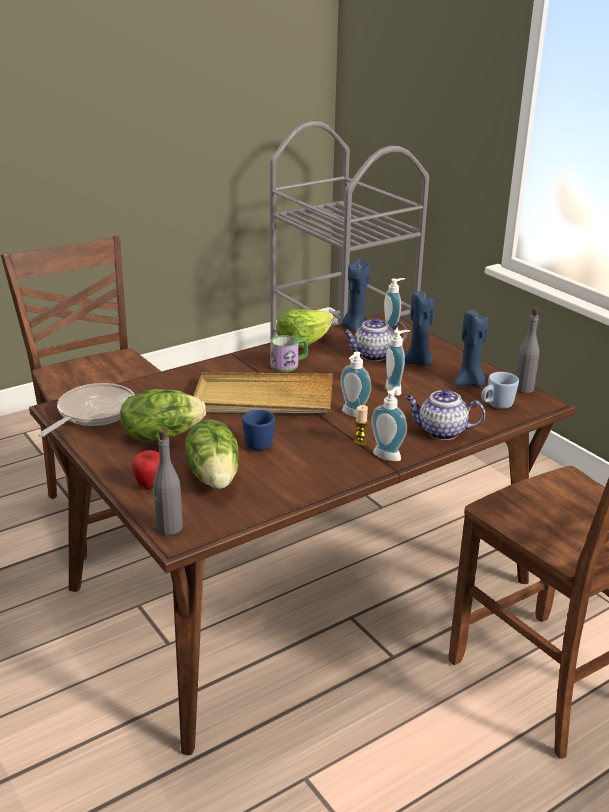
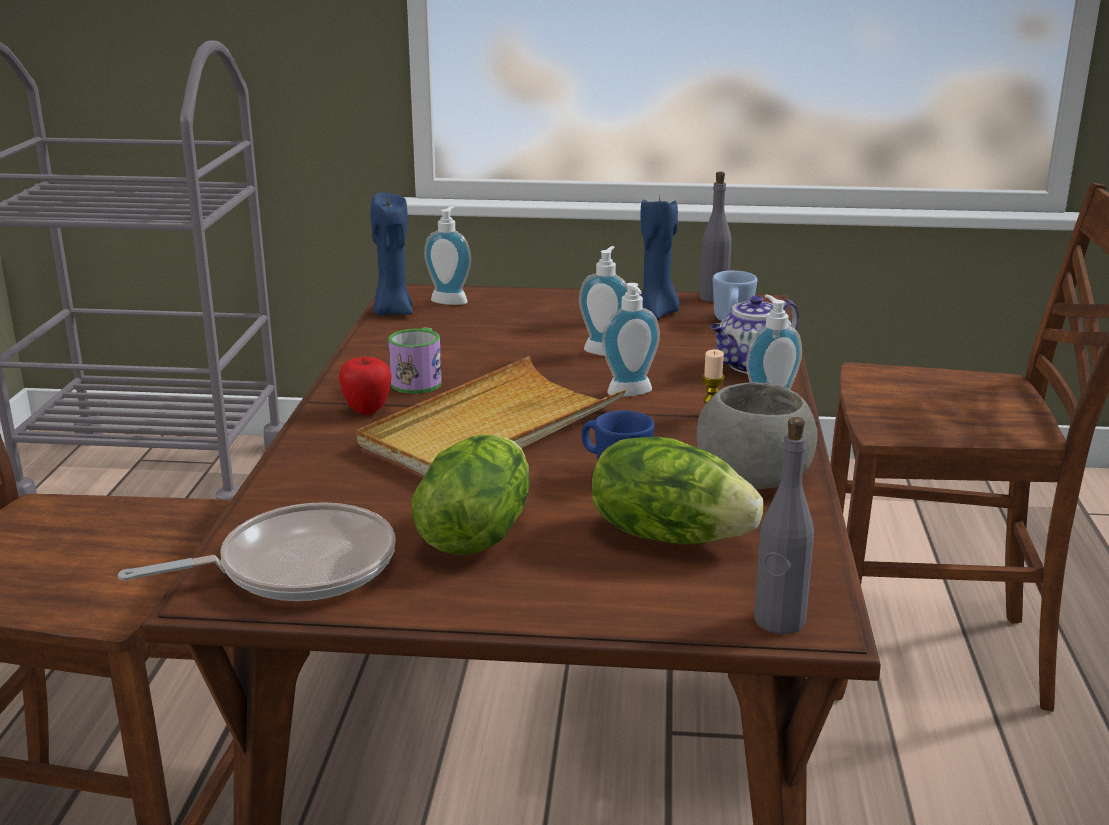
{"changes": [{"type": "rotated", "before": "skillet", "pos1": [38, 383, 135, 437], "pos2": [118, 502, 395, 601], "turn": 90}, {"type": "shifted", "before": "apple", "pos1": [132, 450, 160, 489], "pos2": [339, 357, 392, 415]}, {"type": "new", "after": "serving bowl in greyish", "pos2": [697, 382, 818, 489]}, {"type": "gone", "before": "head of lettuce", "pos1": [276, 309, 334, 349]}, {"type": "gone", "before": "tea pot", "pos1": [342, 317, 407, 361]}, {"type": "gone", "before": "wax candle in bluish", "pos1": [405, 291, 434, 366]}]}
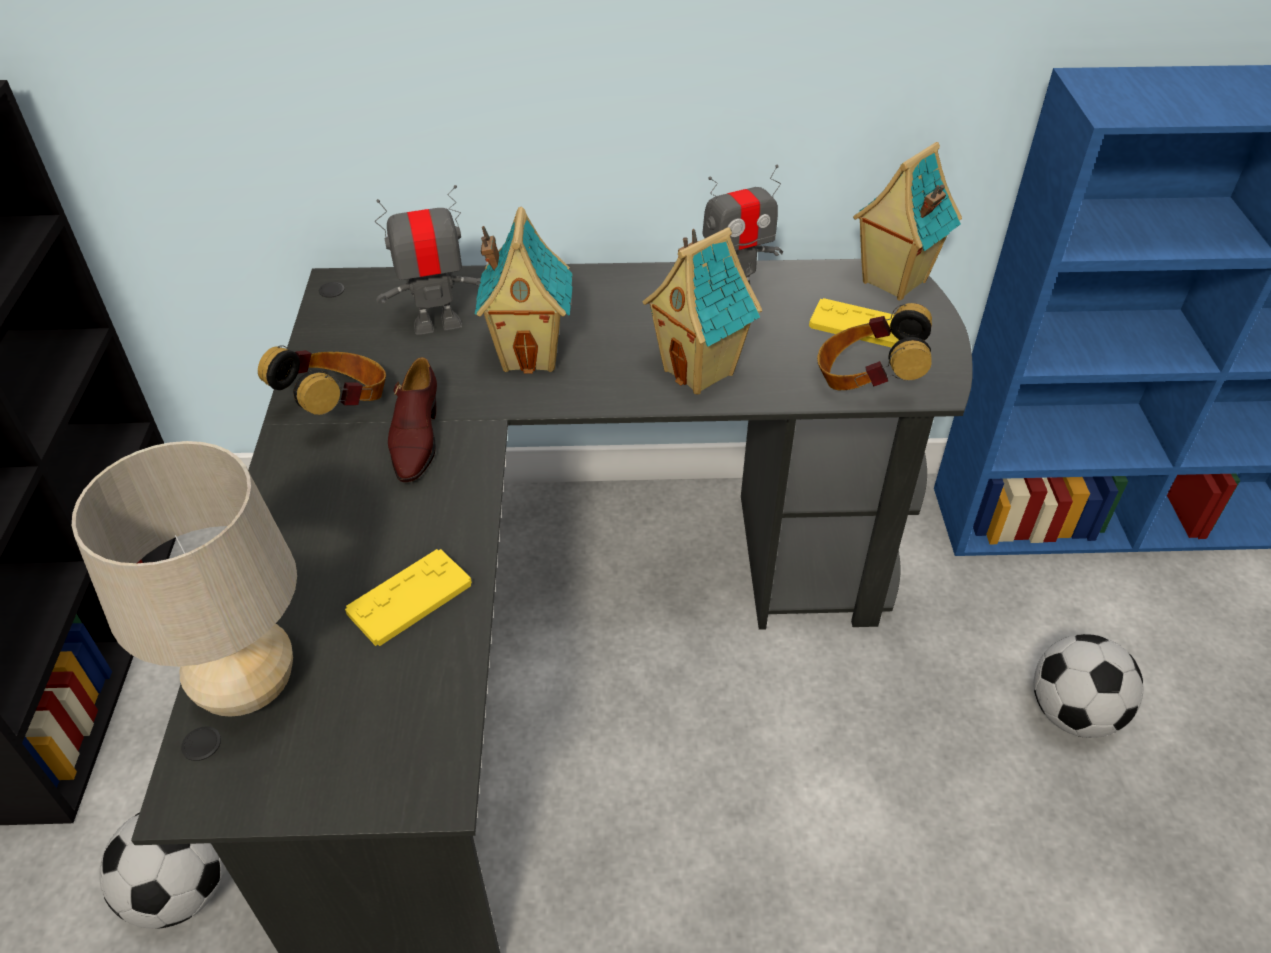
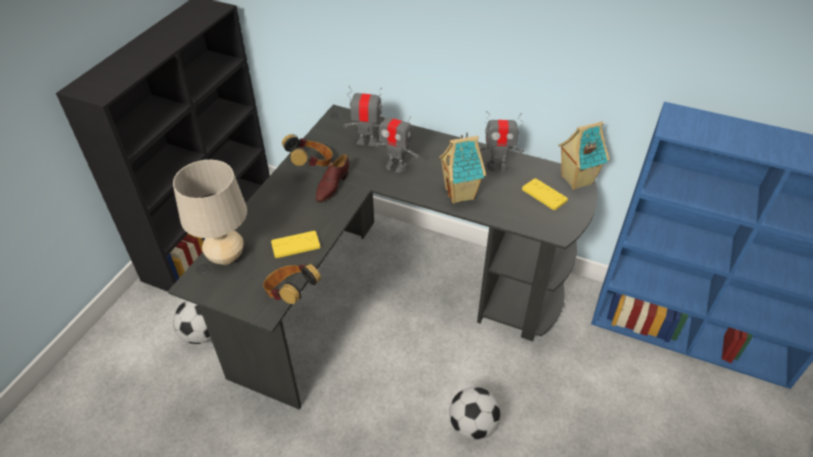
{"changes": [{"type": "shifted", "before": "headset", "pos1": [817, 303, 932, 390], "pos2": [263, 264, 321, 304]}, {"type": "swapped", "before": "model house", "after": "model robot", "pos1": [475, 207, 573, 374], "pos2": [374, 107, 420, 173]}, {"type": "shifted", "before": "football ball", "pos1": [1034, 634, 1144, 738], "pos2": [449, 387, 501, 440]}]}
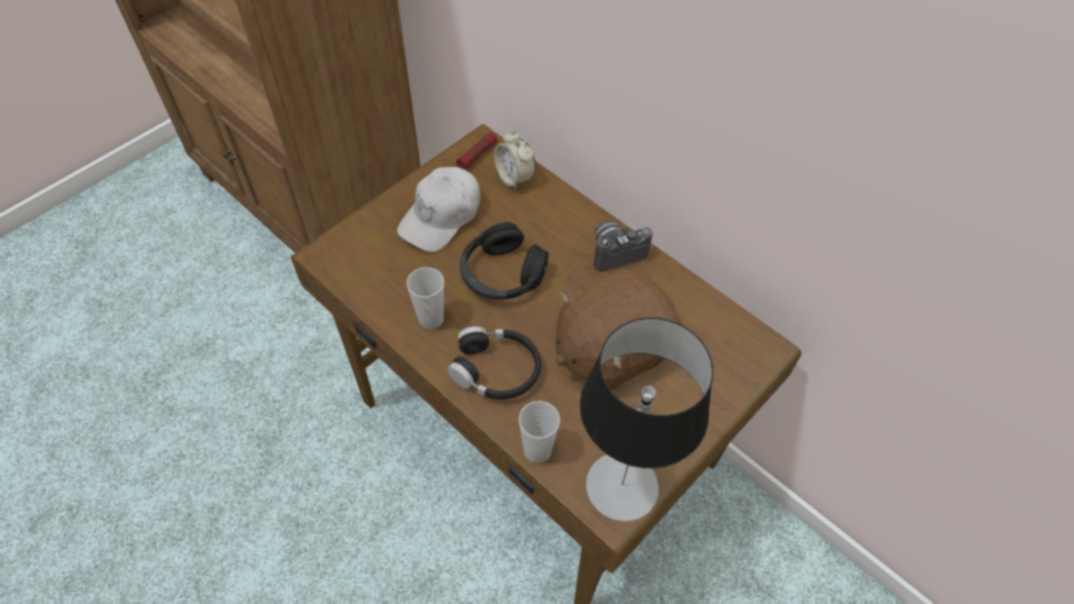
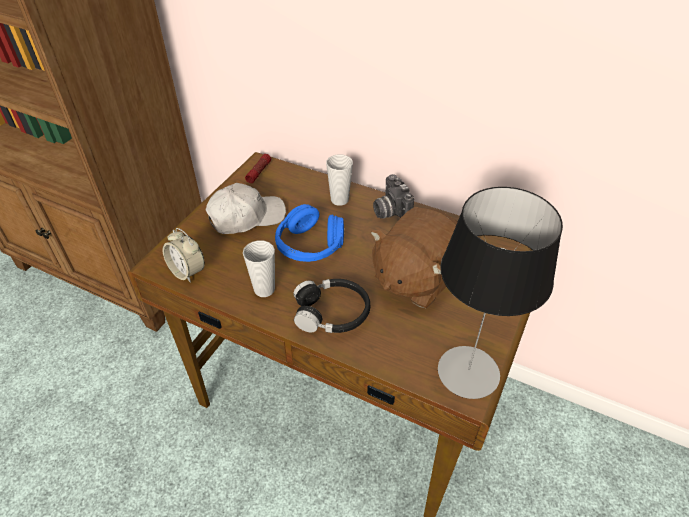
{"changes": [{"type": "shifted", "before": "table clock", "pos1": [494, 130, 535, 190], "pos2": [163, 228, 205, 283]}, {"type": "rotated", "before": "baseball cap in white", "pos1": [397, 167, 481, 252], "pos2": [206, 183, 286, 234], "turn": -135}, {"type": "repainted", "before": "headset in blackish", "after": "headset in bluish", "pos1": [460, 222, 549, 300], "pos2": [275, 204, 344, 262]}, {"type": "shifted", "before": "cup", "pos1": [519, 401, 560, 463], "pos2": [326, 154, 353, 206]}, {"type": "rotated", "before": "still camera", "pos1": [594, 220, 653, 272], "pos2": [373, 174, 414, 219], "turn": -75}]}
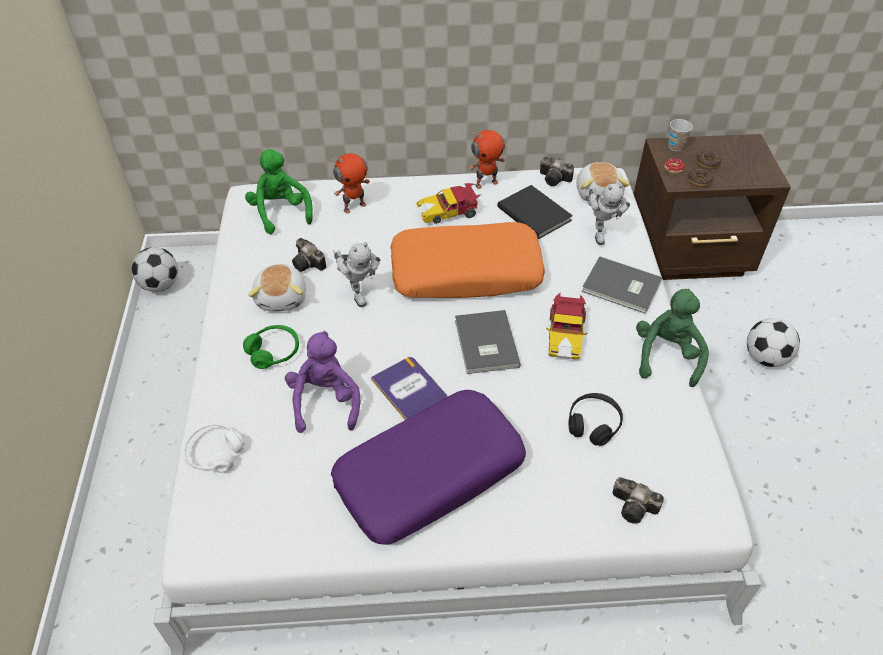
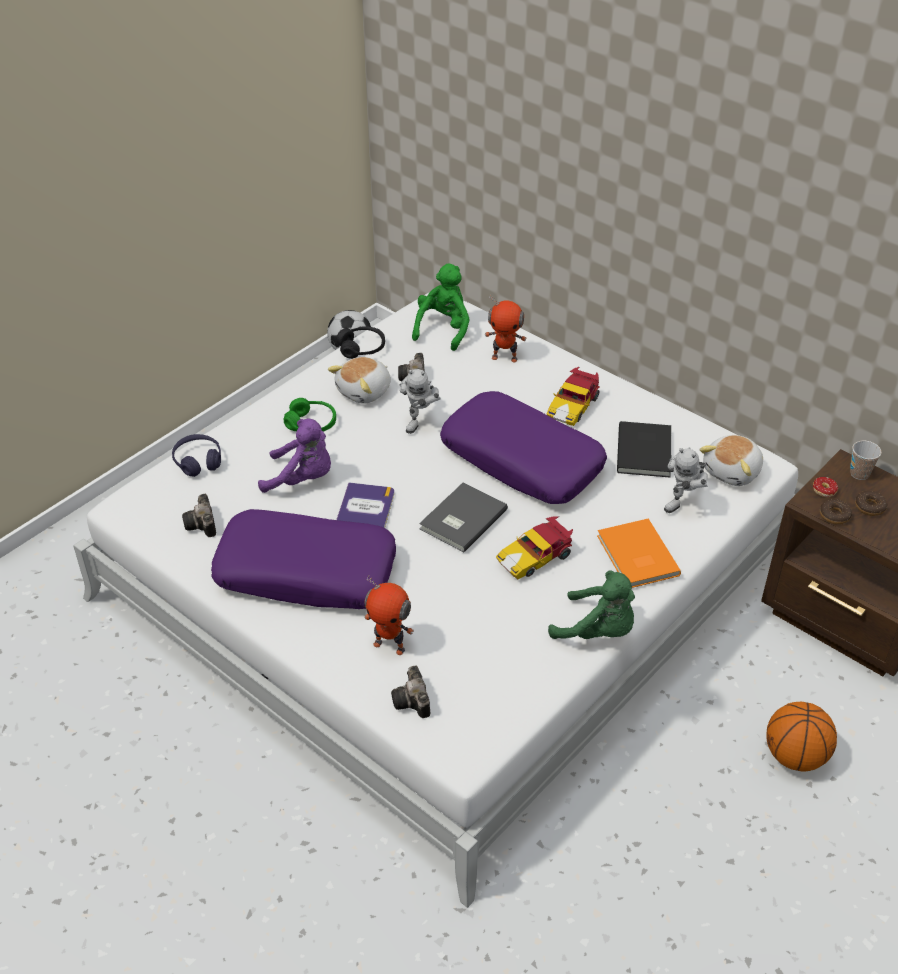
{"changes": [{"type": "repainted", "before": "headset in white", "after": "headset in purple", "pos1": [182, 423, 245, 473], "pos2": [172, 434, 221, 477]}, {"type": "shifted", "before": "still camera", "pos1": [540, 157, 574, 186], "pos2": [182, 494, 216, 537]}, {"type": "rotated", "before": "cuddly toy in purple", "pos1": [285, 331, 360, 433], "pos2": [258, 419, 331, 493], "turn": 60}, {"type": "shifted", "before": "headset in blackish", "pos1": [569, 393, 623, 446], "pos2": [337, 327, 385, 359]}, {"type": "shifted", "before": "model robot", "pos1": [469, 130, 505, 189], "pos2": [364, 575, 414, 655]}, {"type": "repainted", "before": "throw pillow in orange", "after": "throw pillow in purple", "pos1": [390, 222, 545, 298], "pos2": [440, 391, 607, 504]}, {"type": "rotated", "before": "toy car", "pos1": [416, 183, 480, 224], "pos2": [547, 367, 600, 426], "turn": -90}, {"type": "rotated", "before": "cuddly toy in green", "pos1": [636, 289, 709, 387], "pos2": [548, 571, 635, 639], "turn": 60}, {"type": "repainted", "before": "bound book in greyish", "after": "bound book in orange", "pos1": [582, 256, 662, 314], "pos2": [597, 518, 681, 588]}, {"type": "swapped", "before": "football ball", "after": "basketball", "pos1": [747, 318, 800, 367], "pos2": [766, 702, 837, 771]}]}
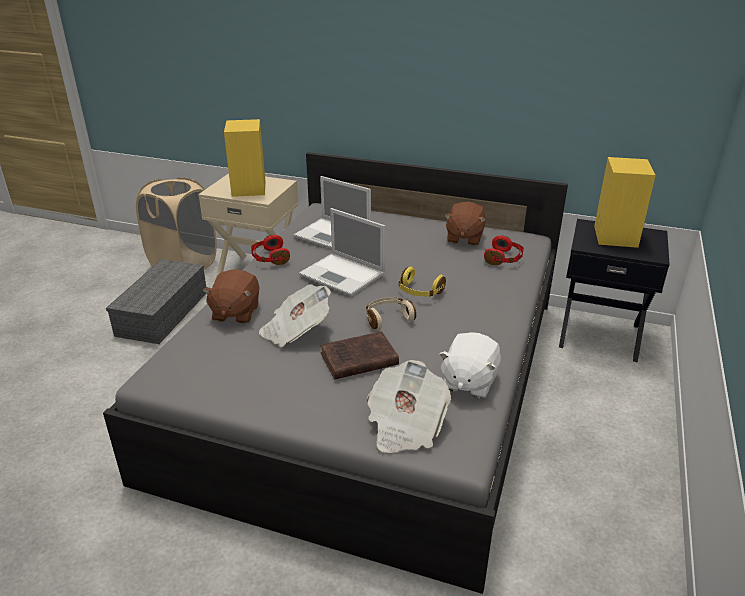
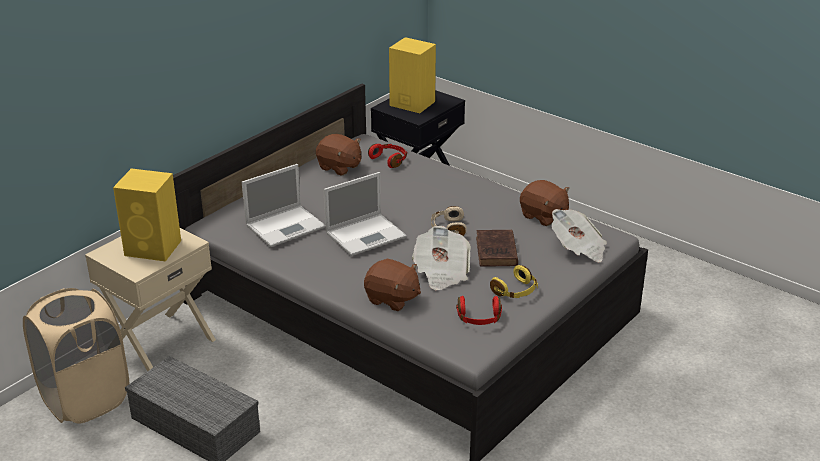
{"changes": [{"type": "shifted", "before": "headset in red", "pos1": [251, 235, 290, 265], "pos2": [456, 296, 502, 325]}, {"type": "shifted", "before": "headset in yellow", "pos1": [399, 267, 446, 297], "pos2": [490, 265, 538, 298]}, {"type": "repainted", "before": "cuddly toy in white", "after": "cuddly toy in brownish", "pos1": [439, 332, 501, 399], "pos2": [520, 180, 569, 226]}]}
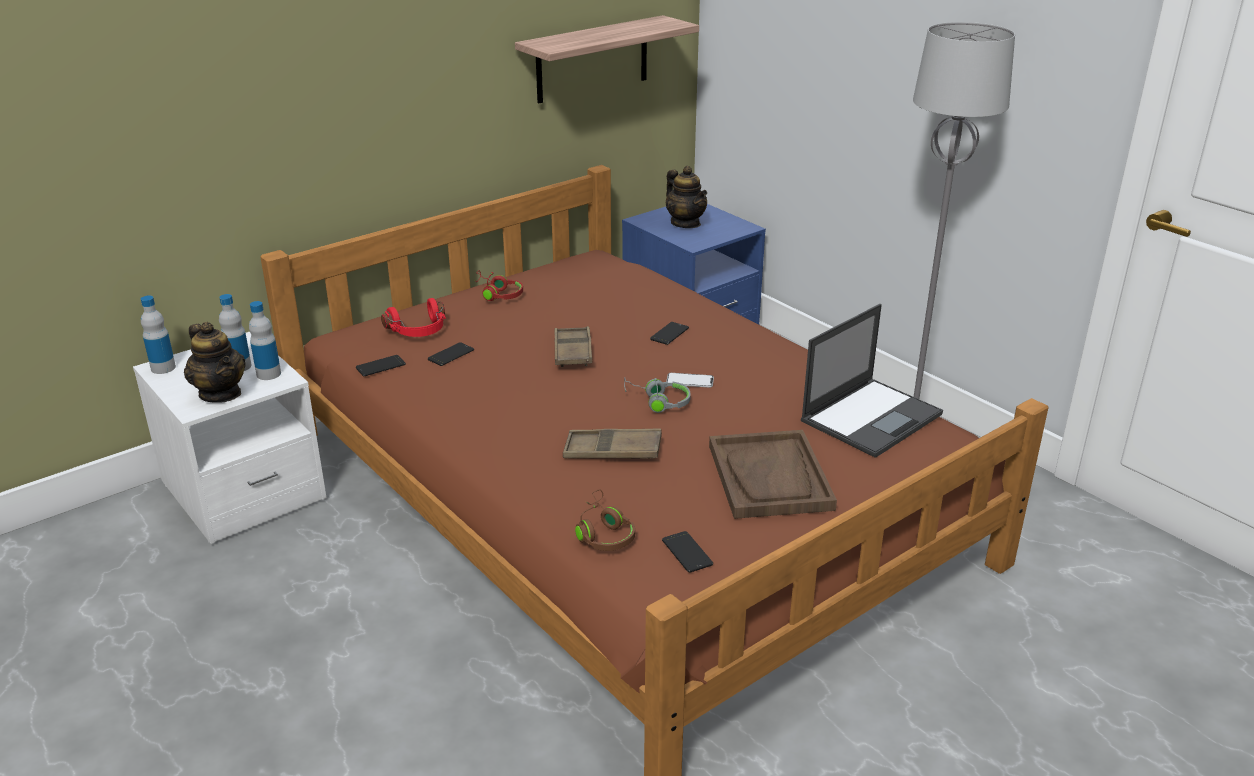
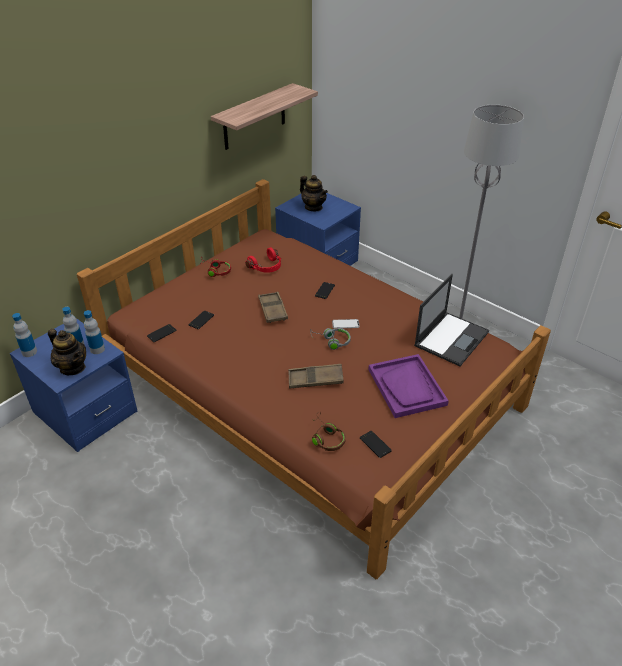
{"changes": [{"type": "repainted", "before": "nightstand in white", "after": "nightstand in bluish", "pos1": [133, 332, 327, 544], "pos2": [10, 318, 137, 452]}, {"type": "shifted", "before": "headset in red", "pos1": [381, 298, 446, 337], "pos2": [245, 247, 281, 273]}, {"type": "repainted", "before": "serving tray in brownish", "after": "serving tray in purple", "pos1": [709, 430, 837, 519], "pos2": [368, 354, 449, 418]}]}
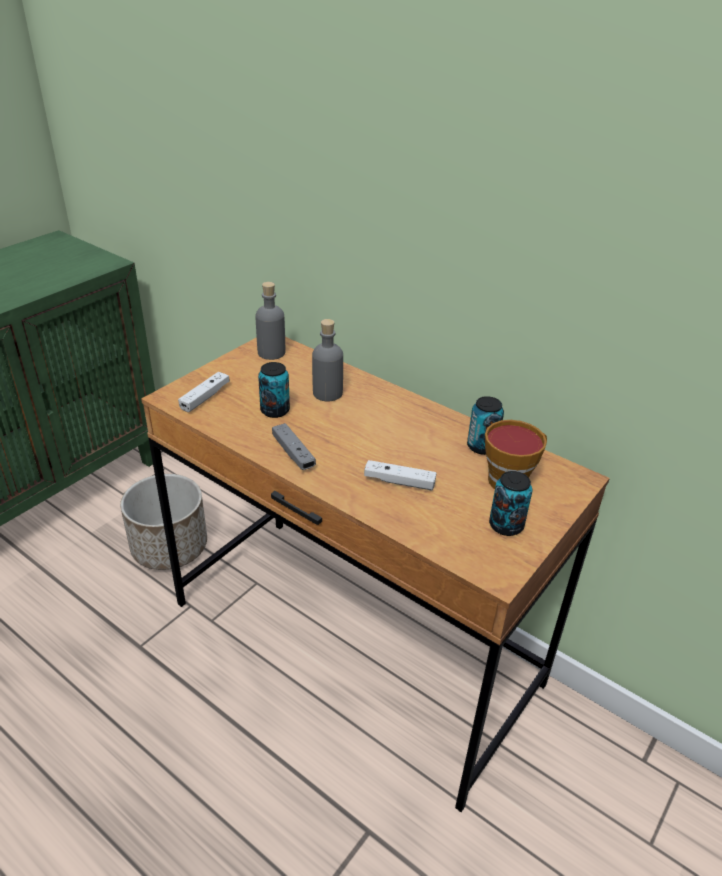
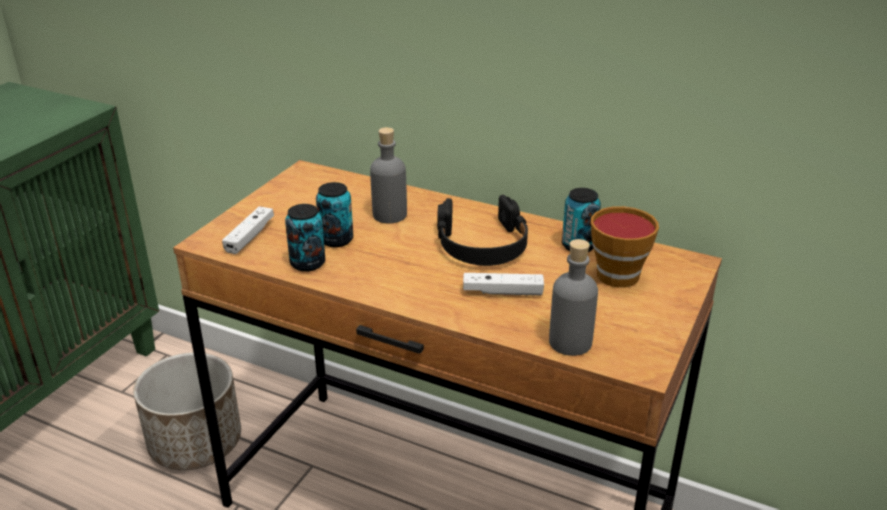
{"changes": [{"type": "shifted", "before": "can", "pos1": [489, 471, 533, 536], "pos2": [285, 204, 325, 272]}, {"type": "new", "after": "headset in blackish", "pos2": [437, 195, 528, 266]}, {"type": "shifted", "before": "drink bottle in greyish", "pos1": [255, 282, 285, 360], "pos2": [549, 239, 598, 356]}, {"type": "gone", "before": "game controller in greyish", "pos1": [272, 423, 316, 470]}]}
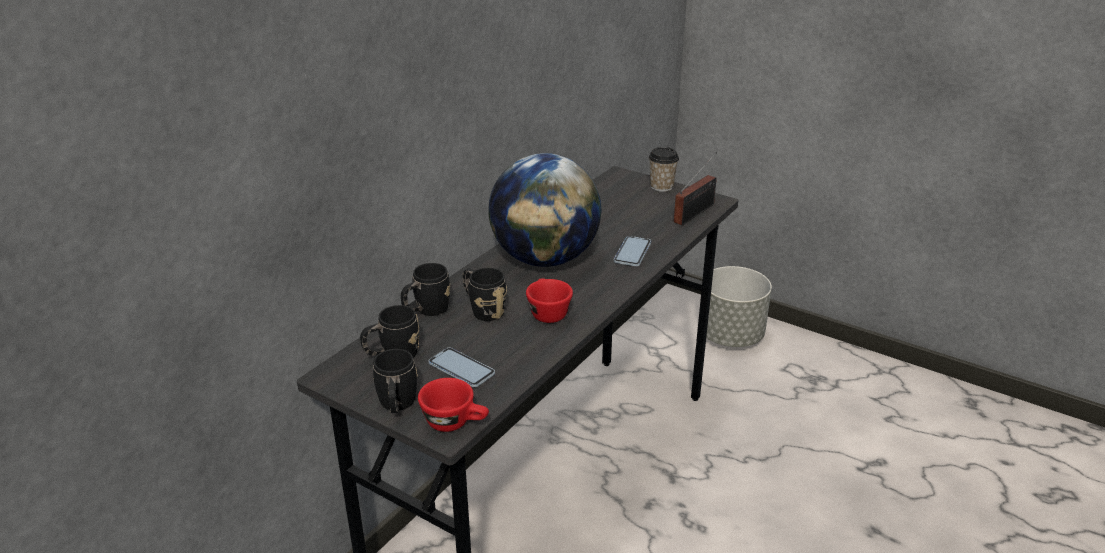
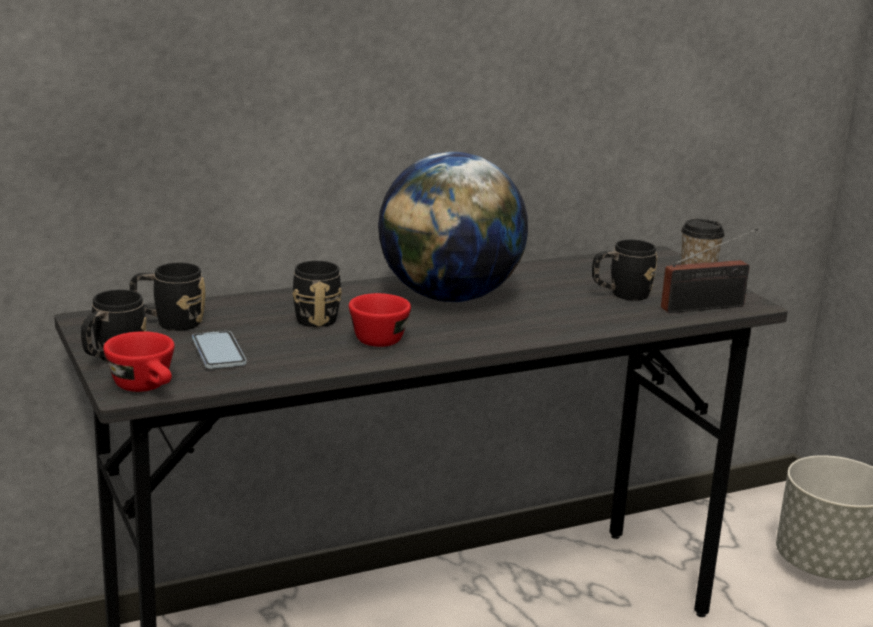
{"changes": [{"type": "shifted", "before": "coffee mug in blackish", "pos1": [401, 263, 450, 316], "pos2": [592, 239, 658, 300]}, {"type": "gone", "before": "phone", "pos1": [614, 236, 651, 266]}]}
